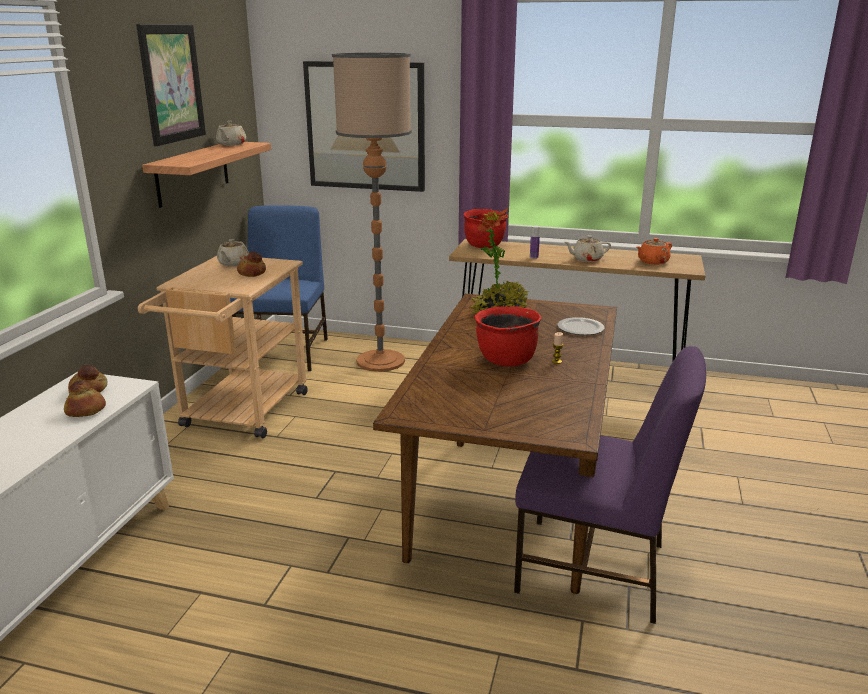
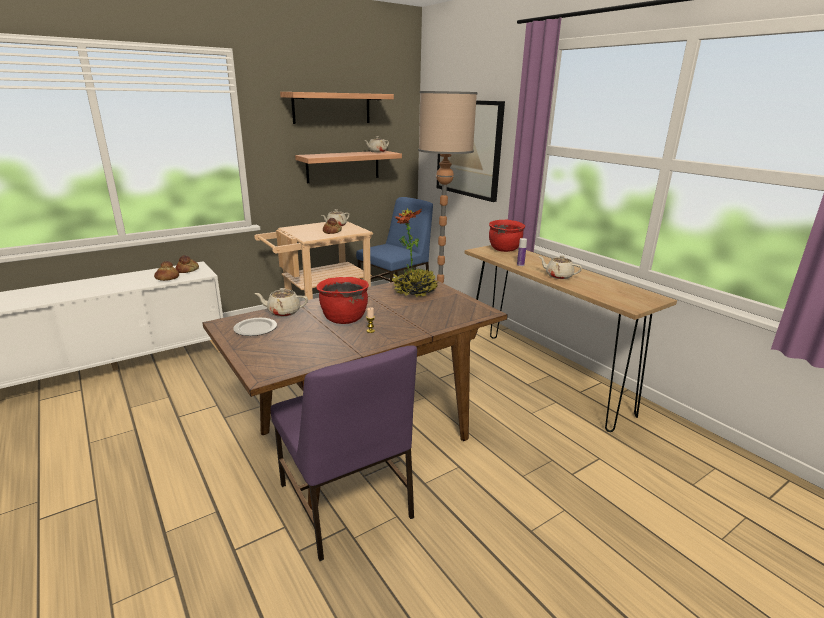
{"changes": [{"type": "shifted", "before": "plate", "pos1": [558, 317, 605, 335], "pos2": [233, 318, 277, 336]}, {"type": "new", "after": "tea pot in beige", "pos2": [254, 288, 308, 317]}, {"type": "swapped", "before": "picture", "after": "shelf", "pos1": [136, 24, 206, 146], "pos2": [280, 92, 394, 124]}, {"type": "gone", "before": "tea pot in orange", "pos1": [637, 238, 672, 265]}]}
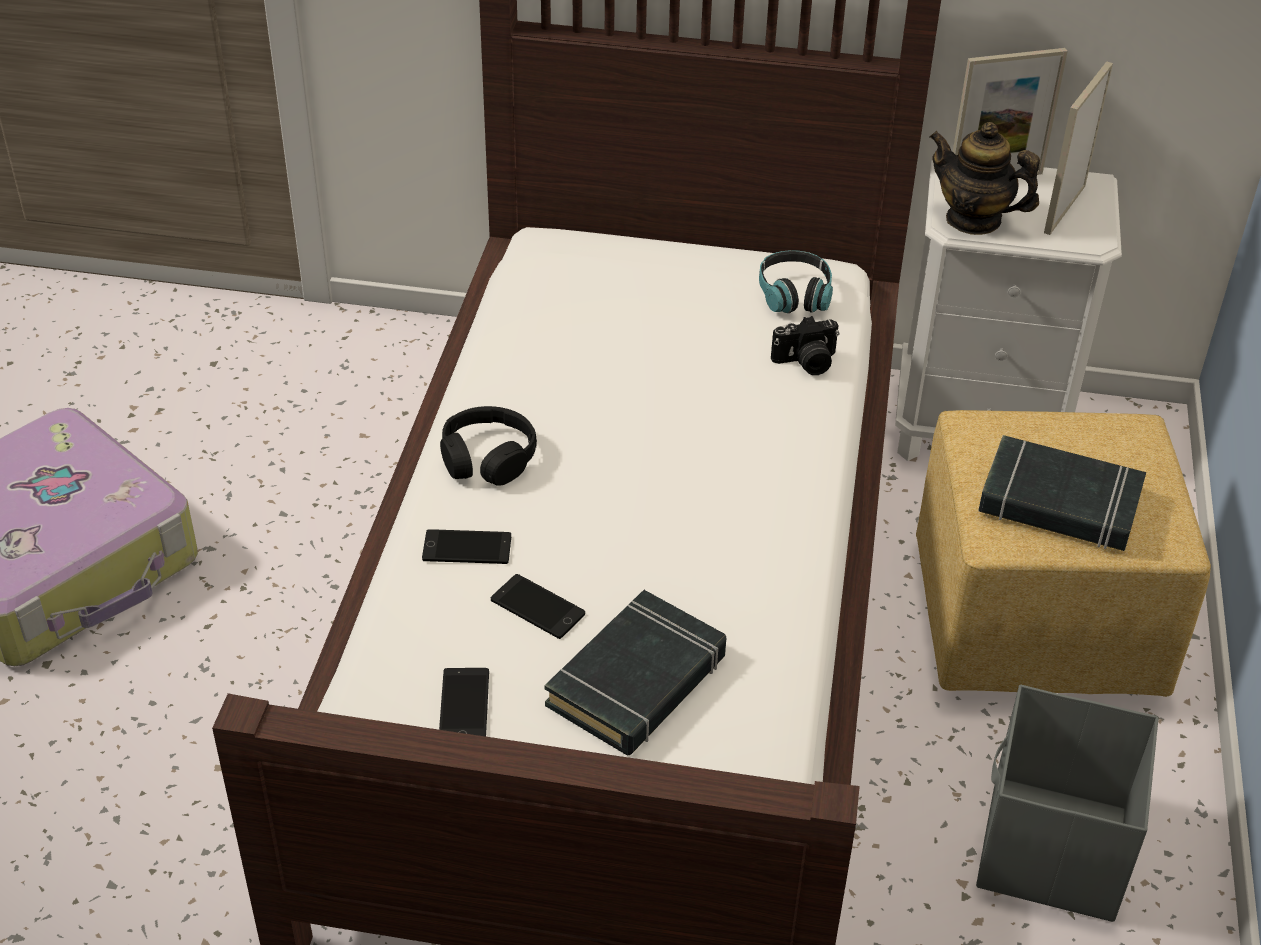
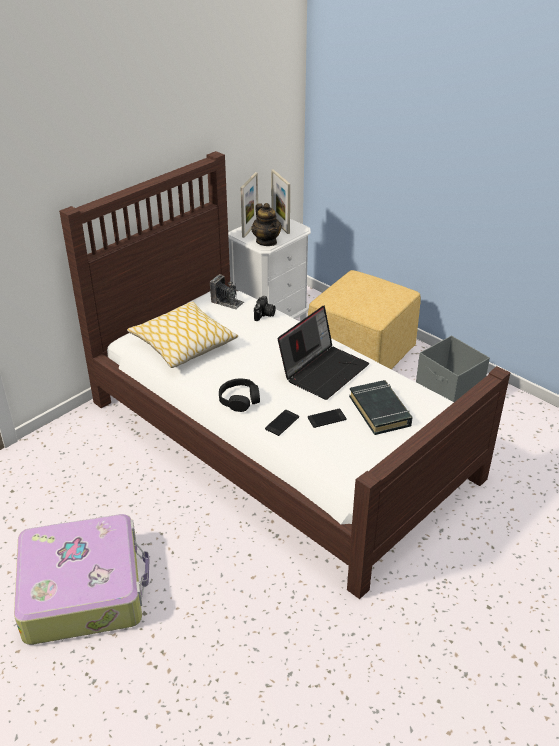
{"changes": [{"type": "new", "after": "throw pillow", "pos2": [127, 301, 238, 368]}, {"type": "swapped", "before": "headset", "after": "still camera", "pos1": [759, 250, 833, 313], "pos2": [210, 274, 244, 310]}, {"type": "rotated", "before": "tea pot", "pos1": [929, 122, 1040, 235], "pos2": [251, 203, 282, 246], "turn": -90}, {"type": "new", "after": "laptop", "pos2": [278, 306, 369, 400]}, {"type": "gone", "before": "phone", "pos1": [439, 668, 489, 736]}, {"type": "gone", "before": "bound book in blackish", "pos1": [978, 435, 1146, 551]}]}
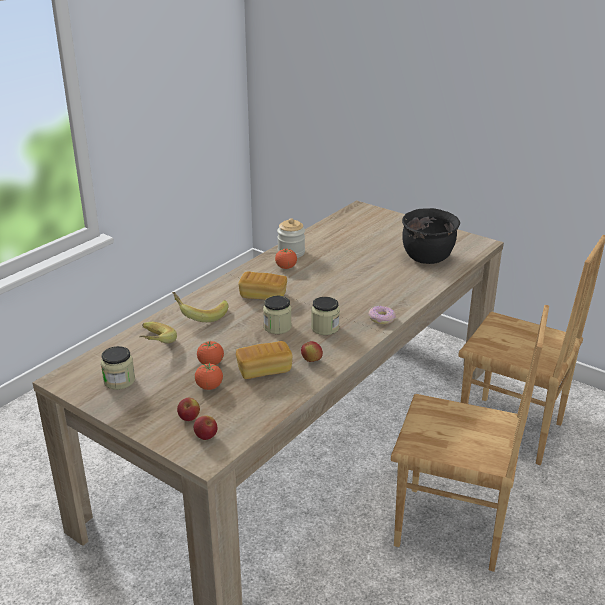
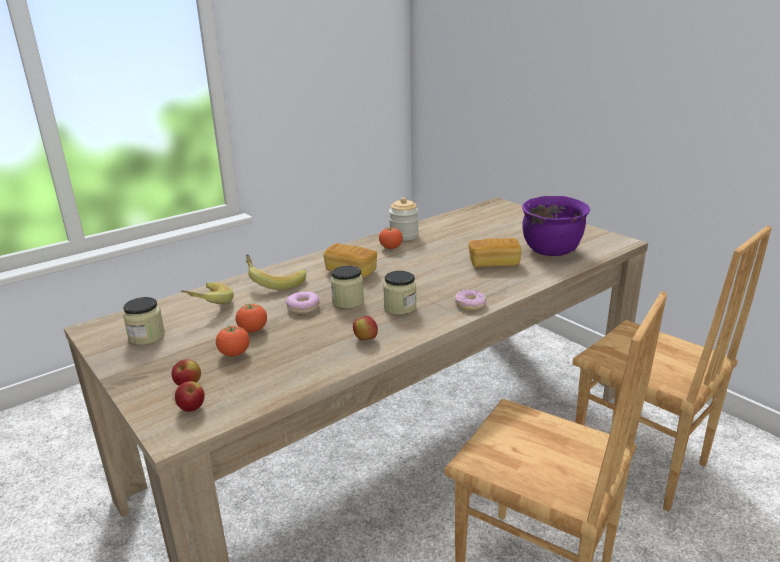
{"changes": [{"type": "new", "after": "doughnut", "pos2": [286, 292, 319, 314]}, {"type": "shifted", "before": "bakery bread", "pos1": [236, 341, 293, 379], "pos2": [469, 238, 522, 267]}, {"type": "repainted", "before": "stockpot in blackish", "after": "stockpot in purple", "pos1": [402, 208, 460, 264], "pos2": [522, 196, 590, 256]}]}
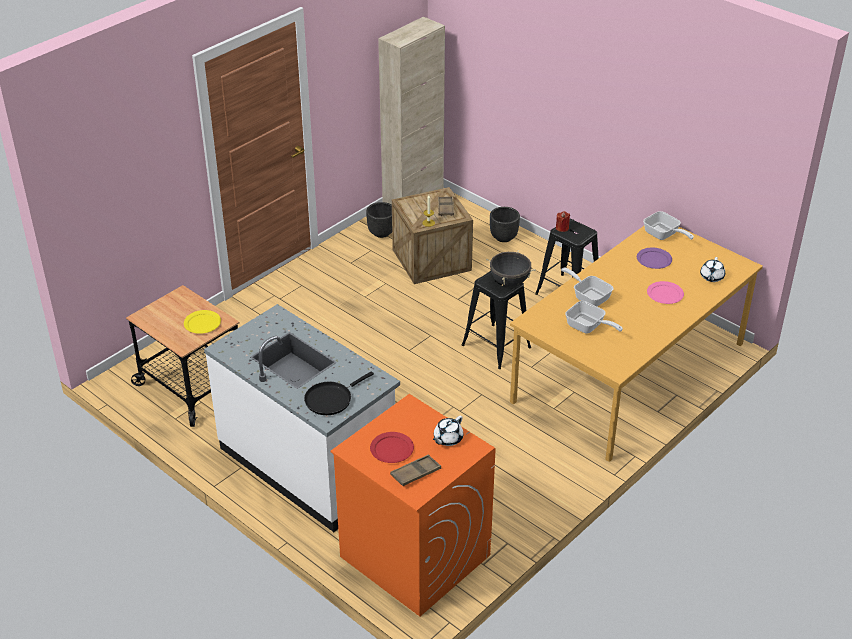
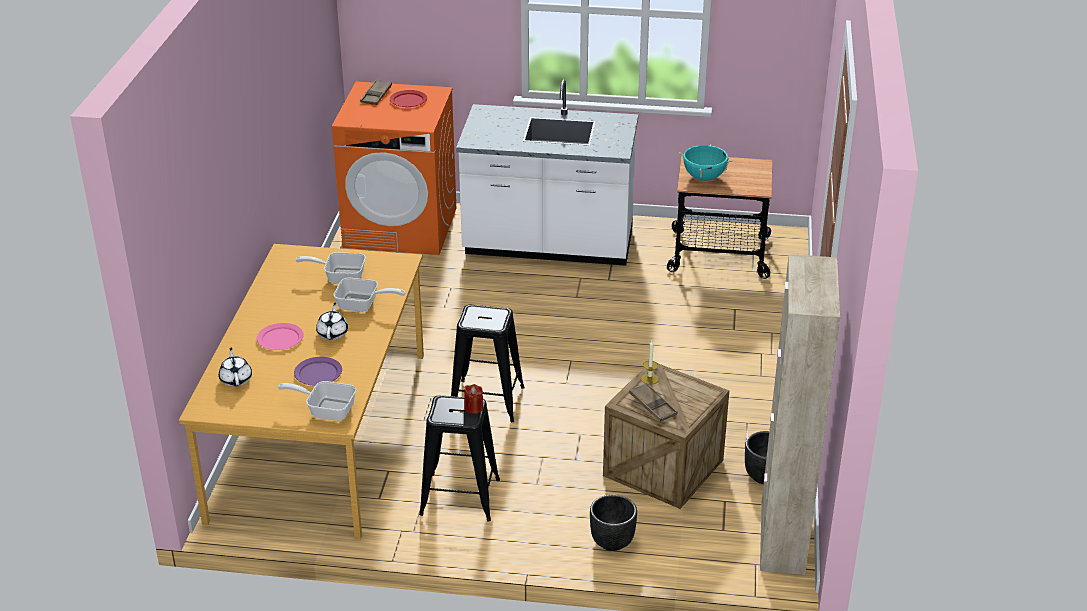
{"changes": [{"type": "shifted", "before": "tea pot in white", "pos1": [433, 416, 463, 446], "pos2": [316, 303, 348, 340]}, {"type": "swapped", "before": "plate in yellow", "after": "stockpot in turquoise-coloured", "pos1": [184, 310, 221, 334], "pos2": [678, 144, 734, 181]}, {"type": "gone", "before": "skillet in blackish", "pos1": [304, 371, 374, 415]}, {"type": "gone", "before": "stockpot in blackish", "pos1": [486, 250, 535, 286]}]}
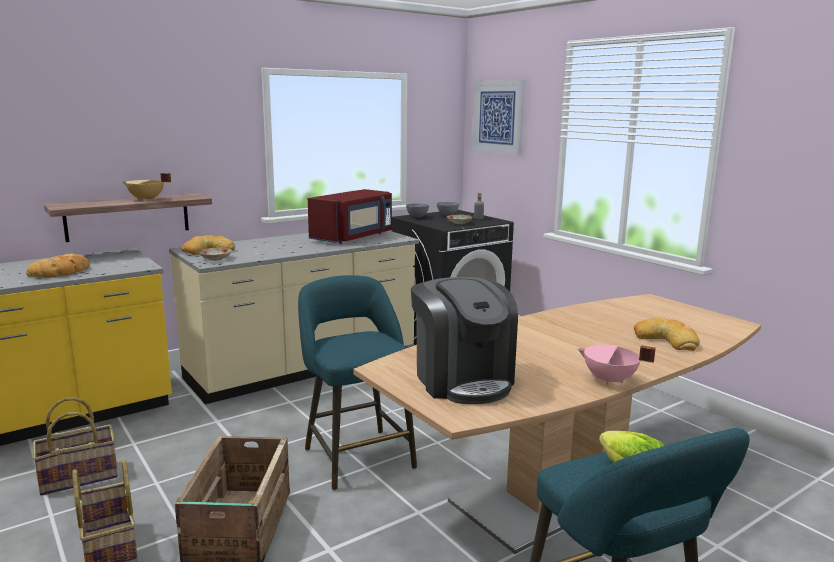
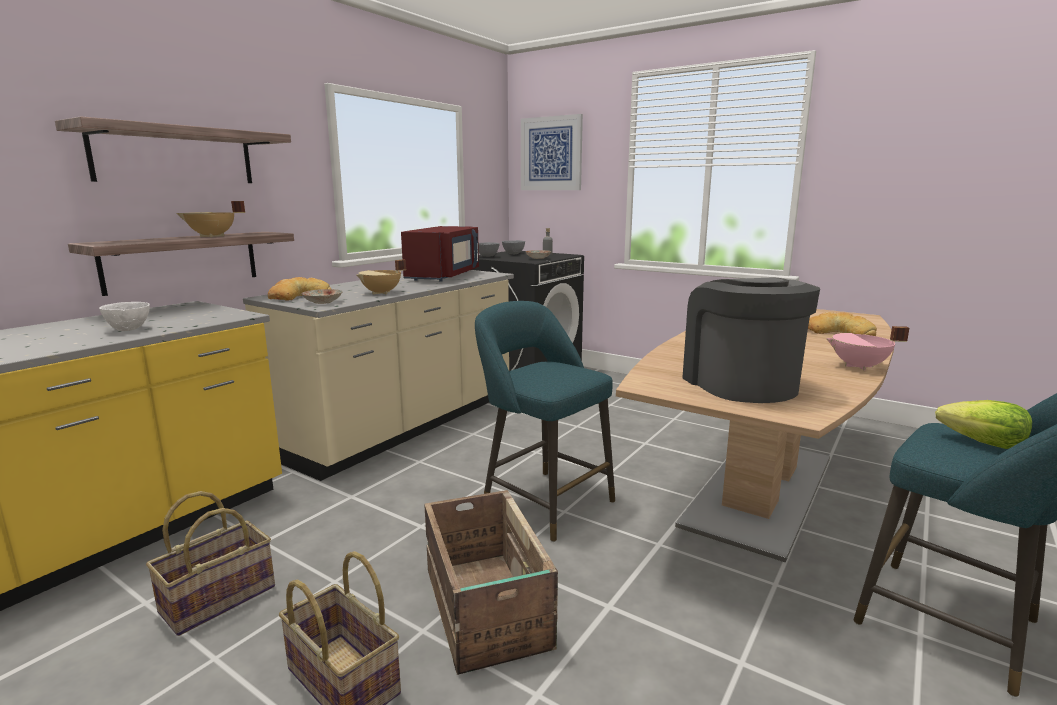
{"changes": [{"type": "new", "after": "shelf", "pos2": [55, 116, 291, 183]}, {"type": "swapped", "before": "bakery bread", "after": "serving bowl in white", "pos1": [26, 254, 90, 278], "pos2": [99, 302, 150, 331]}, {"type": "new", "after": "stockpot in beige", "pos2": [357, 259, 406, 294]}, {"type": "rotated", "before": "coffee maker", "pos1": [411, 277, 518, 404], "pos2": [682, 277, 820, 403], "turn": -150}]}
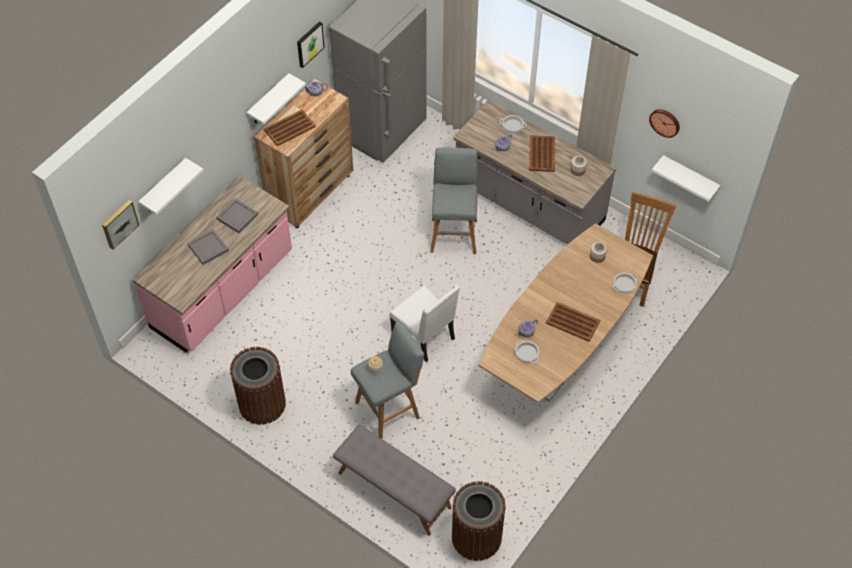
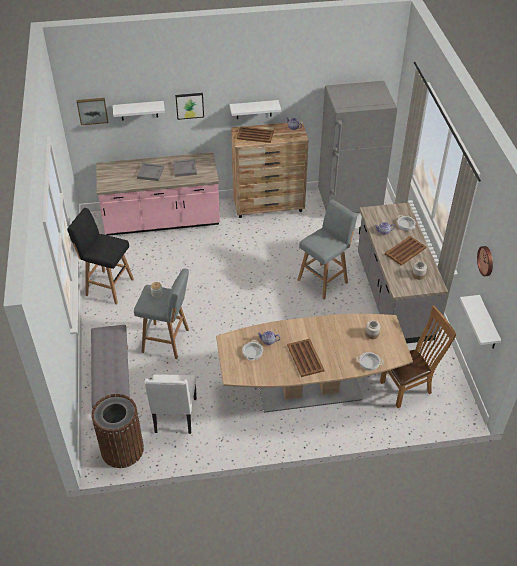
{"changes": [{"type": "swapped", "before": "waste bin in brownish", "after": "stool seat in blackish", "pos1": [230, 347, 286, 425], "pos2": [67, 208, 134, 304]}, {"type": "shifted", "before": "plain chair in white", "pos1": [390, 284, 460, 362], "pos2": [144, 375, 197, 434]}, {"type": "shifted", "before": "picture", "pos1": [297, 21, 325, 68], "pos2": [175, 93, 204, 120]}]}
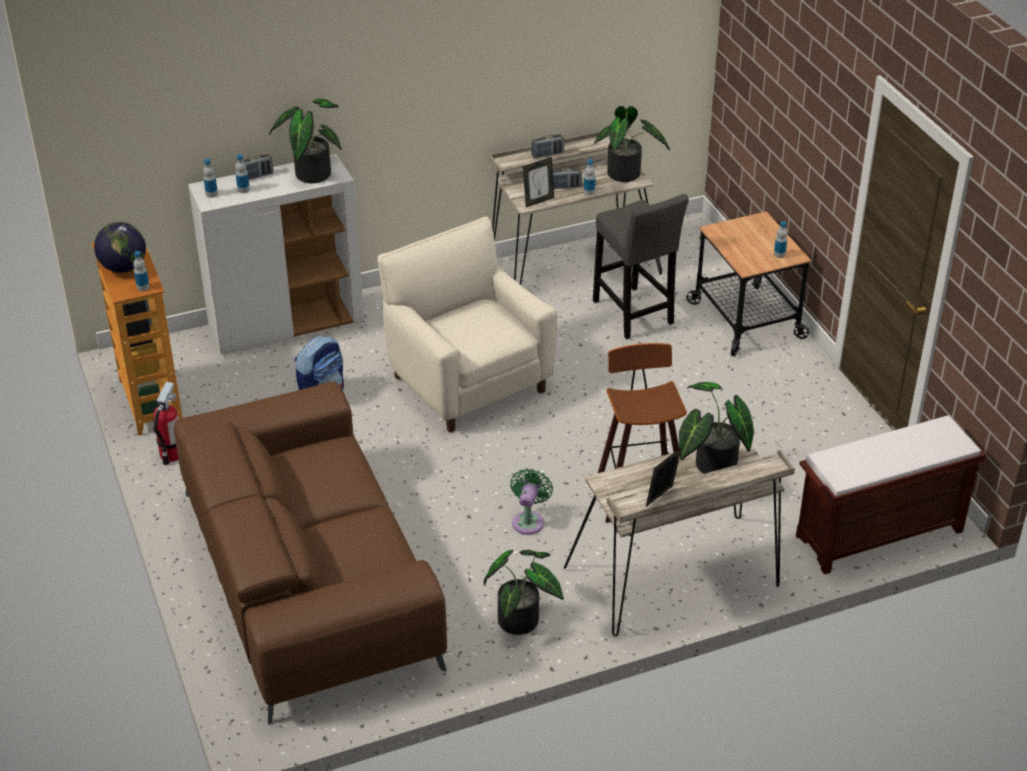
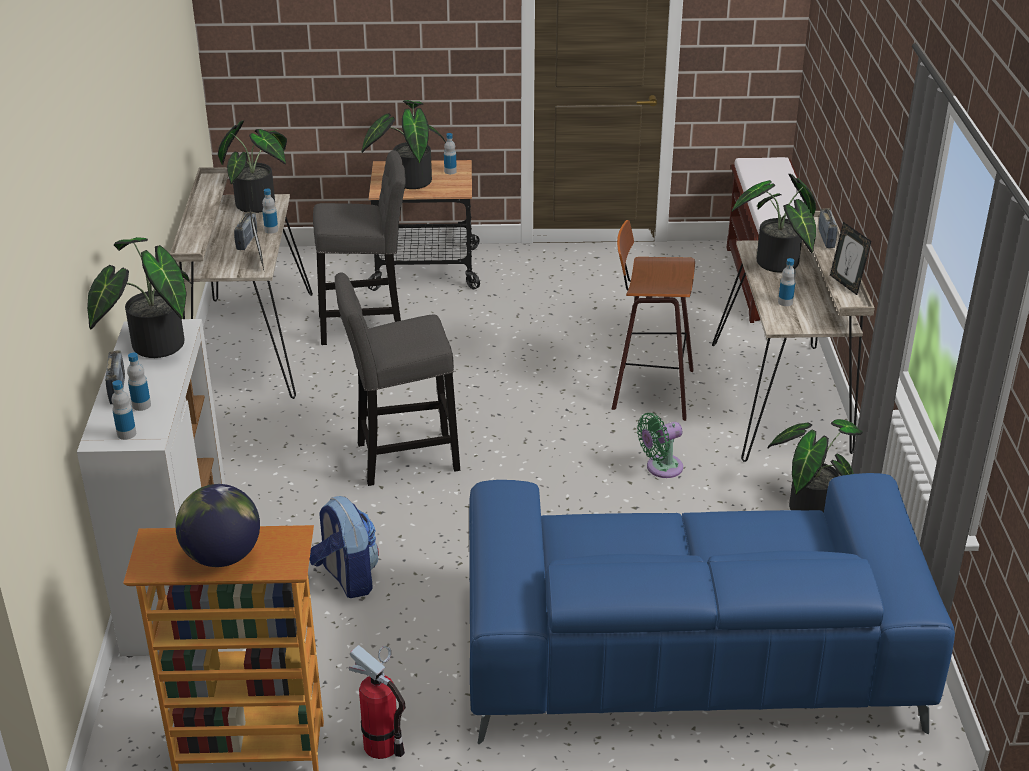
{"changes": [{"type": "swapped", "before": "easy chair in beige", "after": "stool seat in greyish", "pos1": [377, 216, 557, 432], "pos2": [335, 272, 460, 486]}, {"type": "new", "after": "houseplant", "pos2": [361, 100, 446, 189]}, {"type": "repainted", "before": "couch in brownish", "after": "couch in bluish", "pos1": [174, 381, 447, 725], "pos2": [469, 473, 955, 744]}, {"type": "rotated", "before": "fan in green", "pos1": [510, 469, 553, 535], "pos2": [637, 413, 683, 478], "turn": -60}, {"type": "shifted", "before": "drink bottle", "pos1": [133, 251, 150, 291], "pos2": [778, 258, 796, 306]}, {"type": "shifted", "before": "radio", "pos1": [531, 134, 564, 159], "pos2": [819, 208, 838, 248]}]}
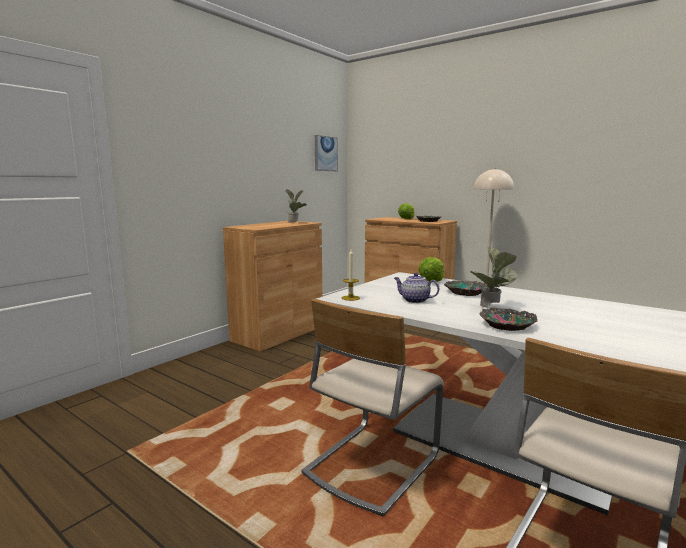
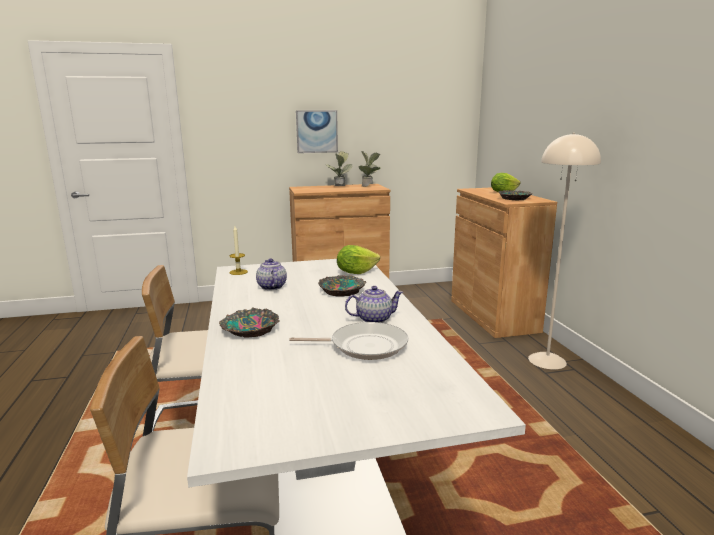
{"changes": [{"type": "new", "after": "skillet", "pos2": [289, 322, 409, 360]}, {"type": "shifted", "before": "picture", "pos1": [315, 135, 338, 171], "pos2": [296, 110, 338, 153]}, {"type": "shifted", "before": "houseplant", "pos1": [471, 247, 518, 307], "pos2": [326, 151, 353, 186]}, {"type": "new", "after": "tea pot", "pos2": [345, 286, 403, 323]}]}
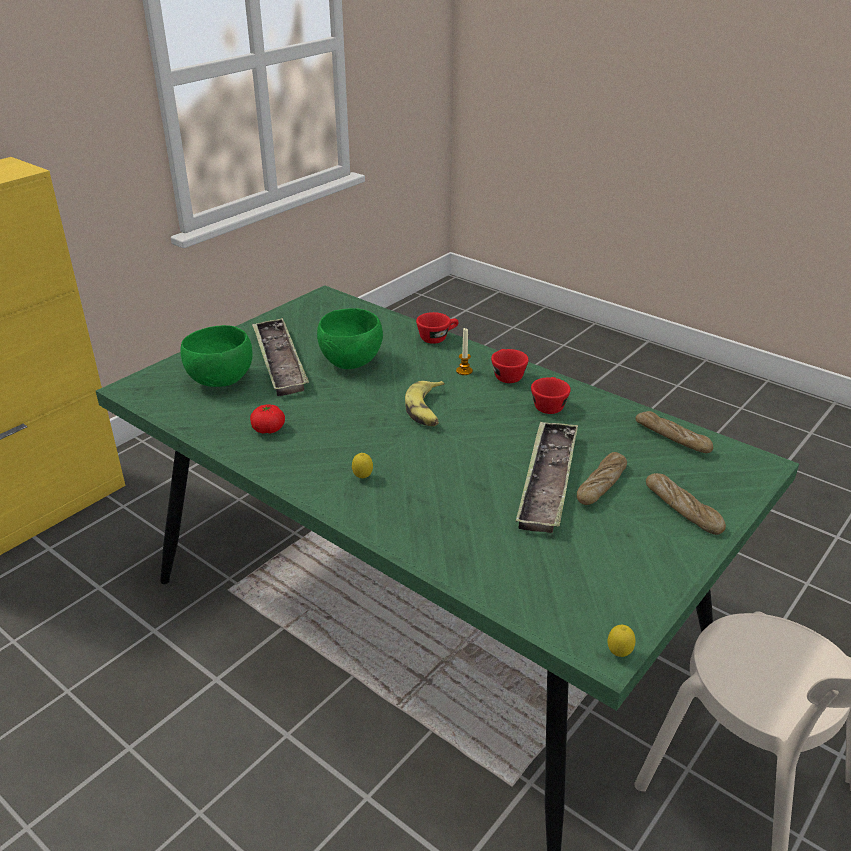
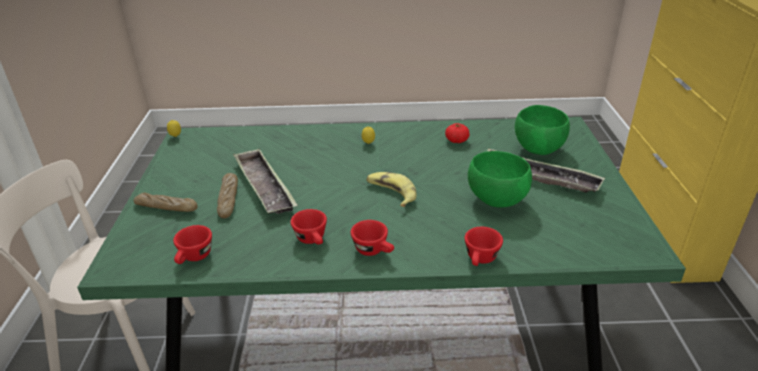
{"changes": [{"type": "swapped", "before": "bakery bread", "after": "cup in red", "pos1": [636, 411, 713, 453], "pos2": [173, 225, 212, 264]}, {"type": "gone", "before": "wax candle", "pos1": [456, 328, 473, 375]}]}
